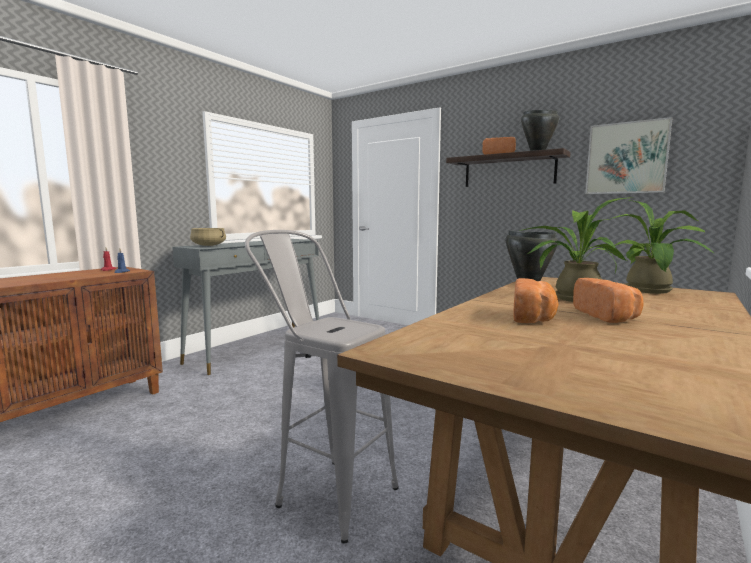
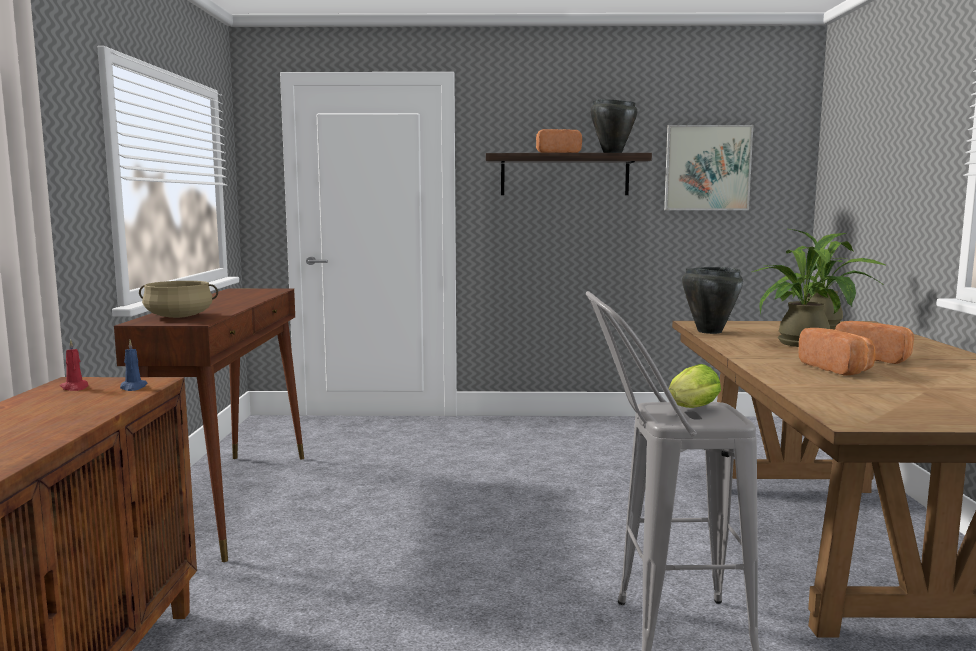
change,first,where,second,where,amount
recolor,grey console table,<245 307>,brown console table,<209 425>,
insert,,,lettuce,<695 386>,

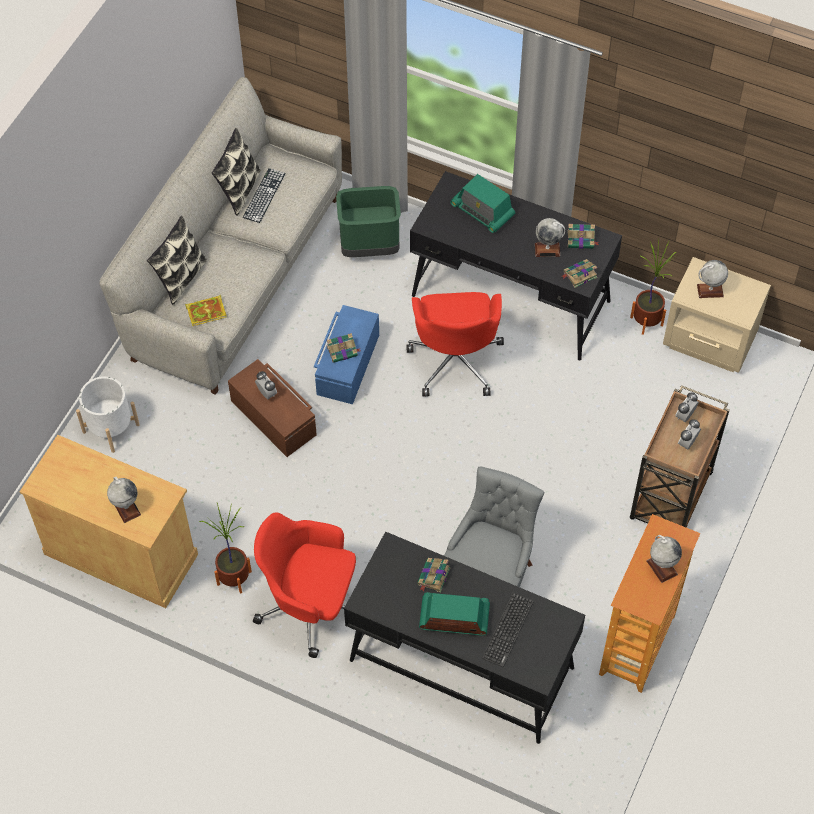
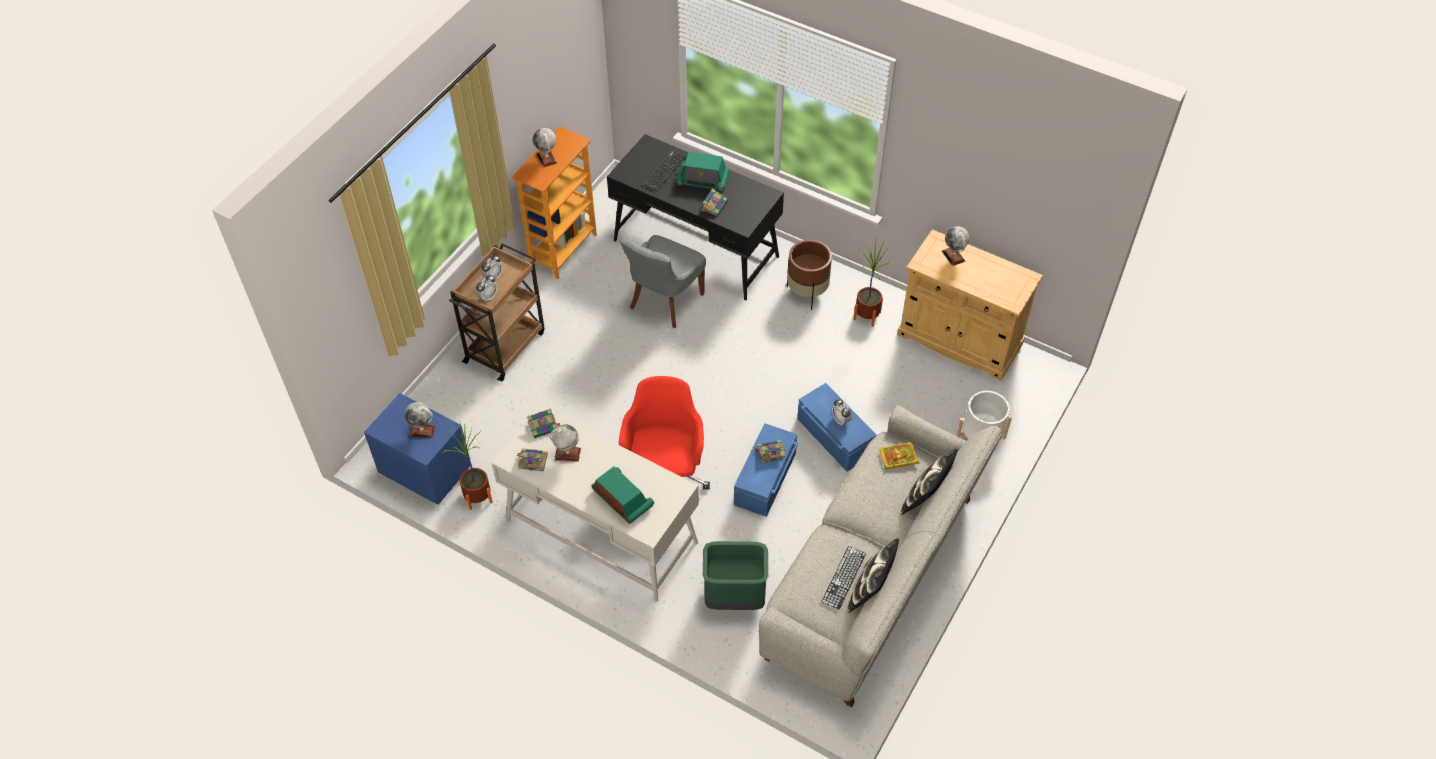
change,first,where,second,where,amount
recolor,brown storage box,<272 408>,blue storage box,<837 427>,
replace,red office chair,<304 585>,brown planter,<809 275>,
recolor,black desk,<516 266>,white desk,<595 503>,
recolor,beige nightstand,<717 315>,blue nightstand,<417 449>,

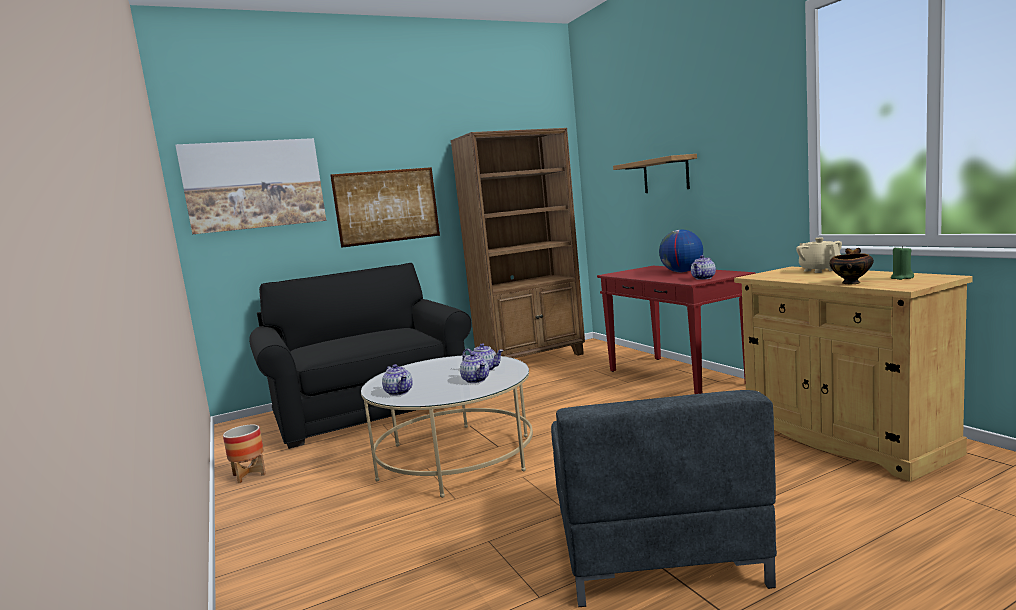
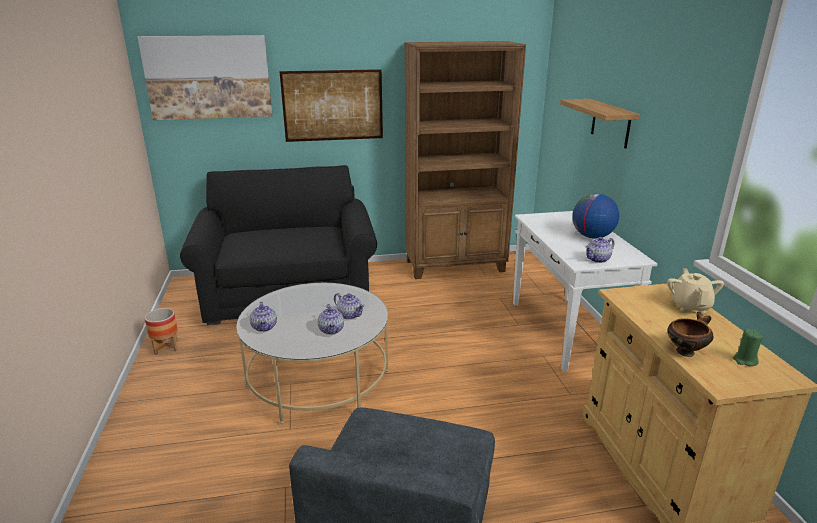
change,first,where,second,where,amount
recolor,red console table,<676 330>,white console table,<585 291>,

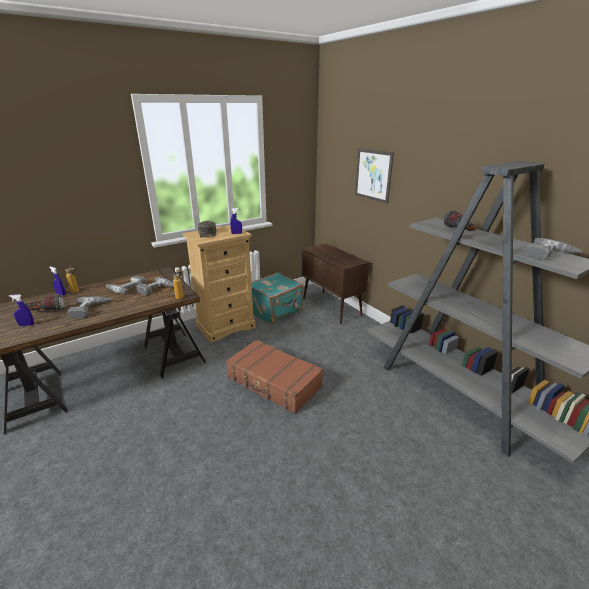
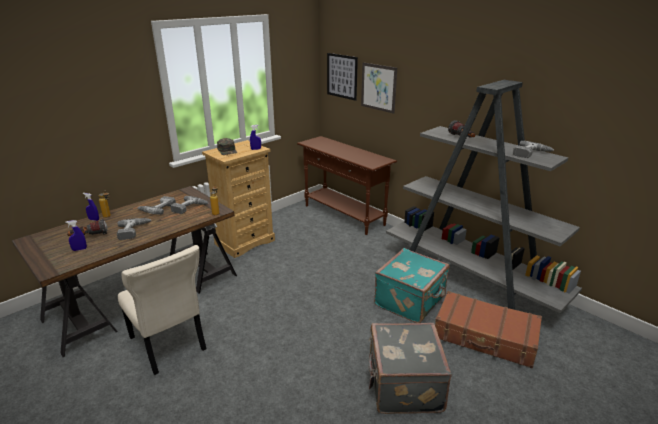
change,first,where,second,where,amount
move,brown suitcase,<274 376>,,<488 329>,
move,turquoise suitcase,<277 298>,,<411 285>,
replace,brown cabinet,<335 283>,brown console table,<347 185>,
insert,,,beige chair,<162 310>,
insert,,,picture,<342 77>,
insert,,,grey suitcase,<410 368>,

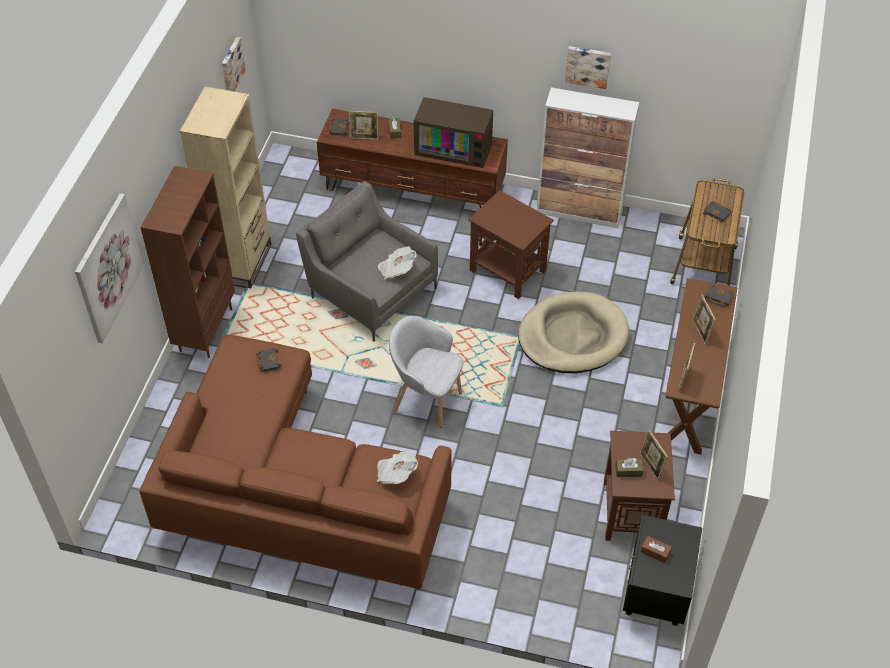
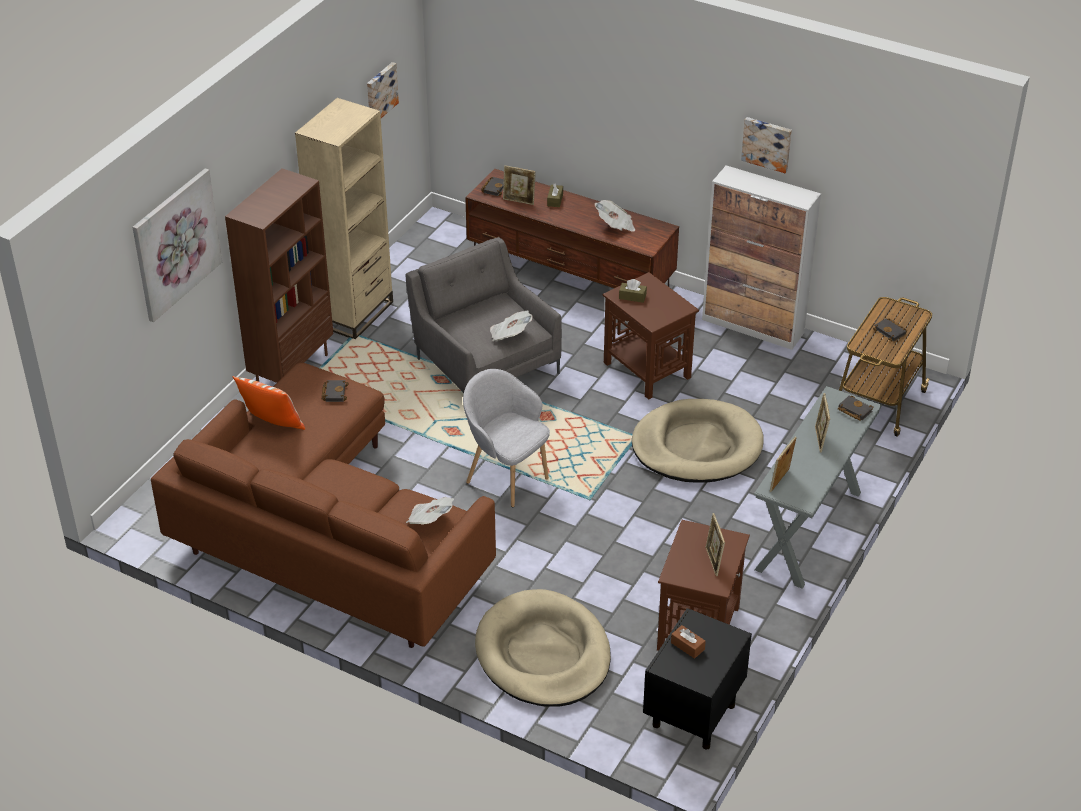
change,first,where,second,where,amount
replace,television,<453 132>,newspaper,<615 216>,
move,brown tissue box,<629 467>,,<633 291>,
recolor,brown console table,<701 366>,grey console table,<818 487>,
insert,,,pillow,<269 403>,
insert,,,beige dog bed,<543 648>,

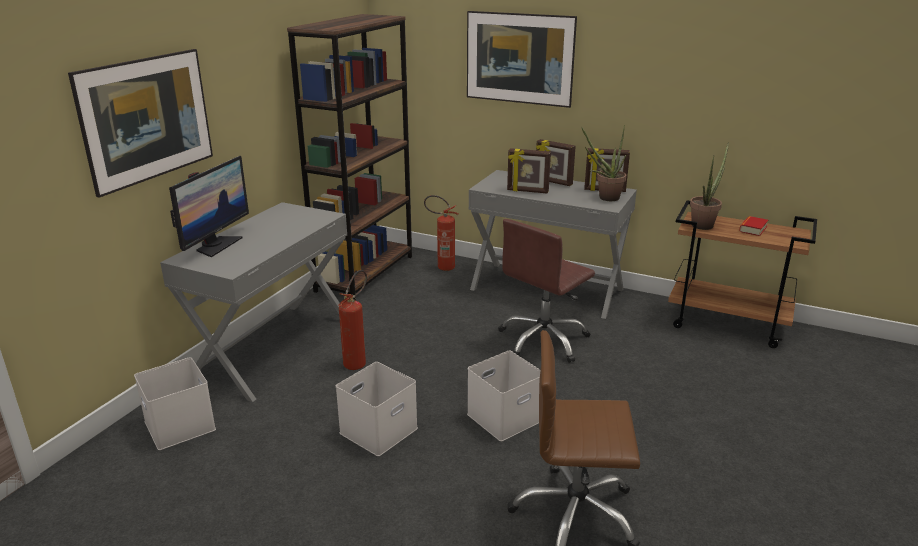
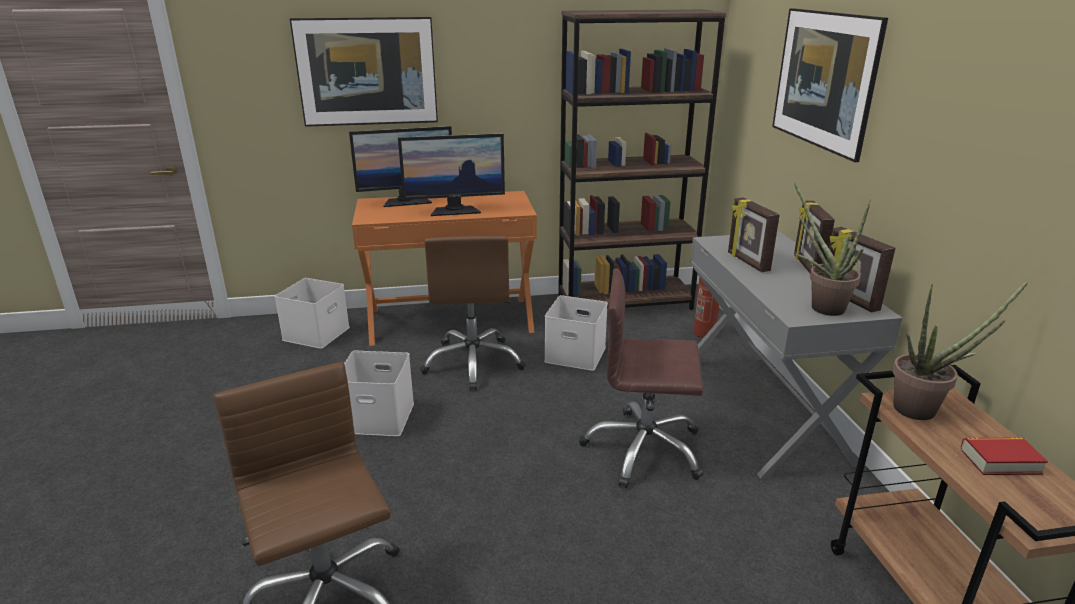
change,first,where,second,where,amount
recolor,grey desk,<253 302>,orange desk,<444 268>,
replace,fire extinguisher,<352 320>,brown office chair,<473 313>,
move,white storage box,<504 395>,,<576 333>,
insert,,,monitor,<451 175>,

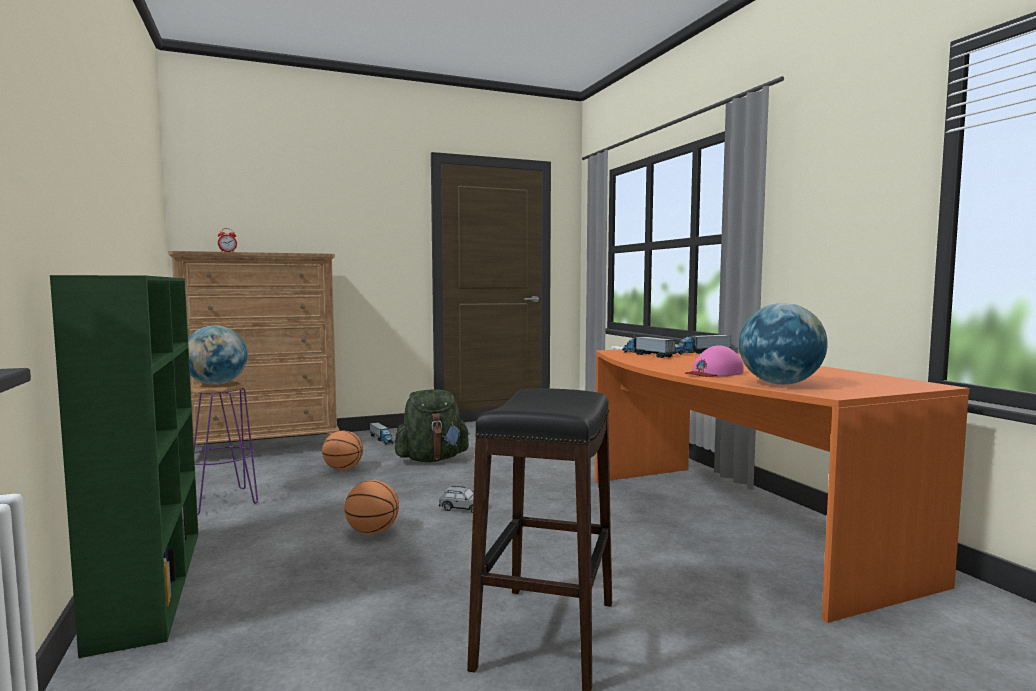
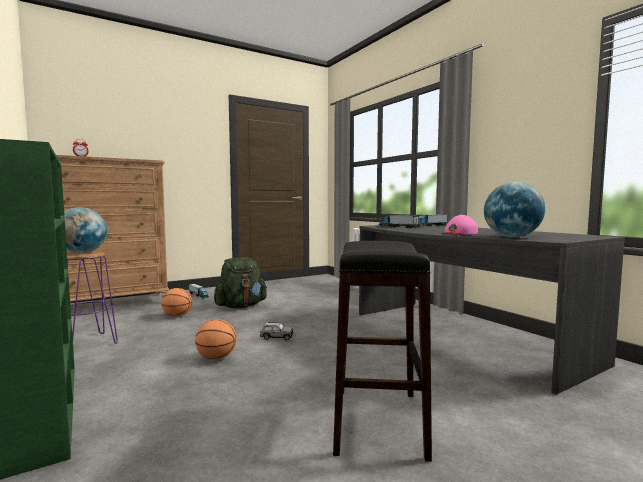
change,first,where,second,where,amount
recolor,orange desk,<782 486>,grey desk,<492 309>,

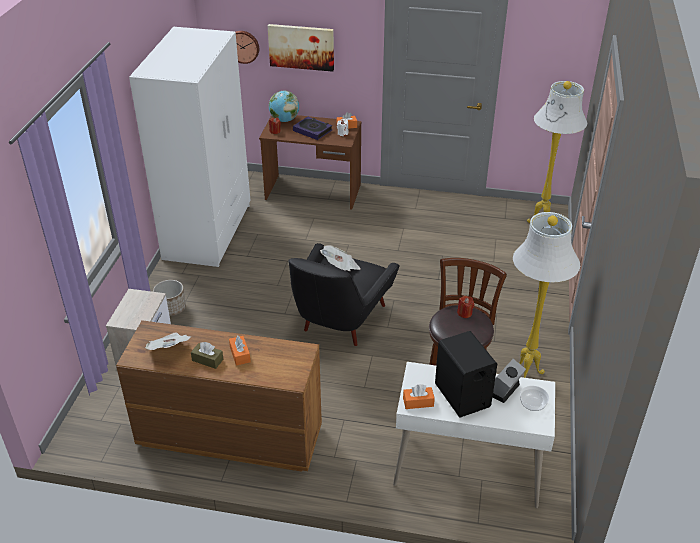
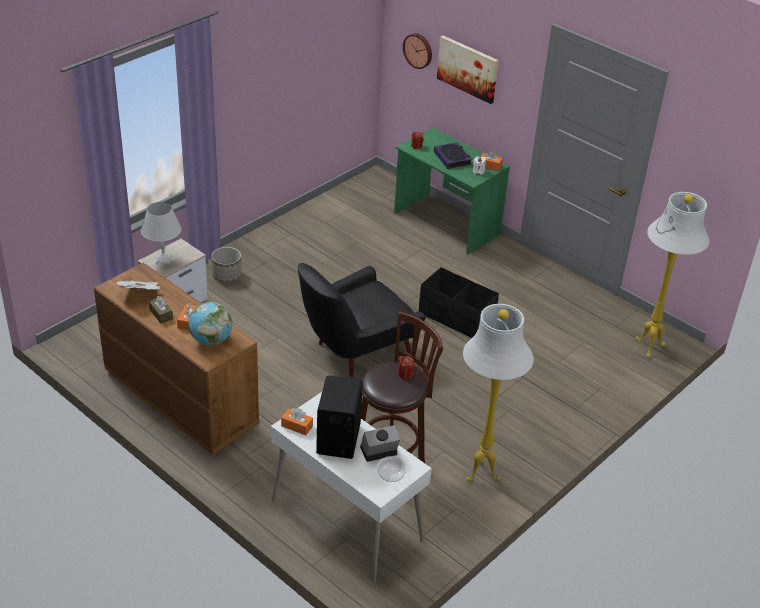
change,first,where,second,where,amount
delete,white wardrobe,<189 147>,,,
recolor,brown desk,<310 162>,green desk,<452 191>,
move,globe,<284 106>,,<210 323>,
delete,newspaper,<340 258>,,,
insert,,,white table lamp,<161 233>,
insert,,,black storage box,<459 302>,

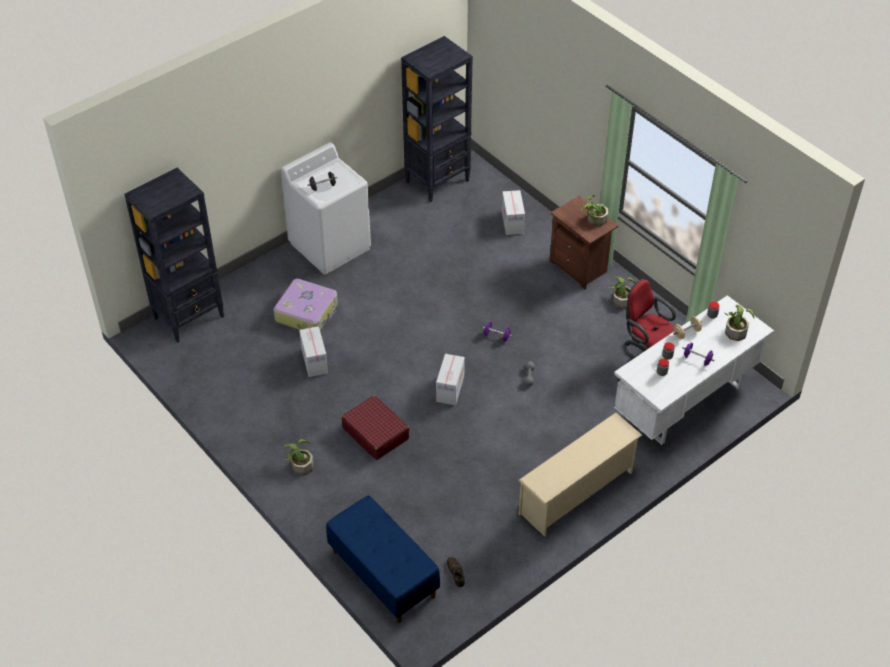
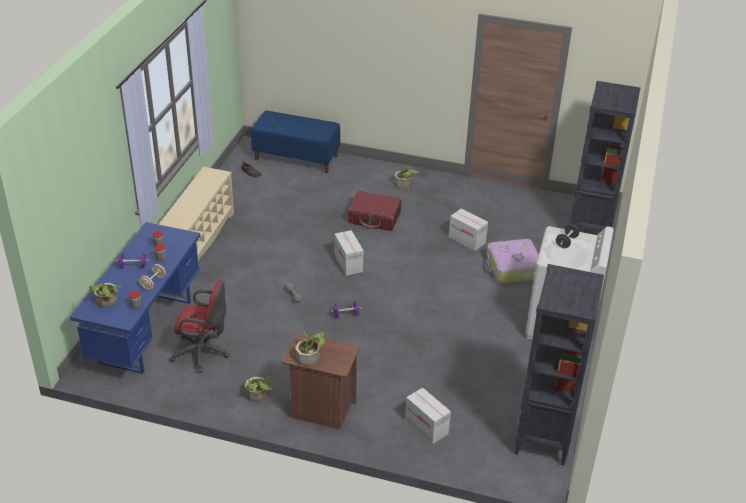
change,first,where,second,where,amount
recolor,white desk,<694 370>,blue desk,<135 298>,

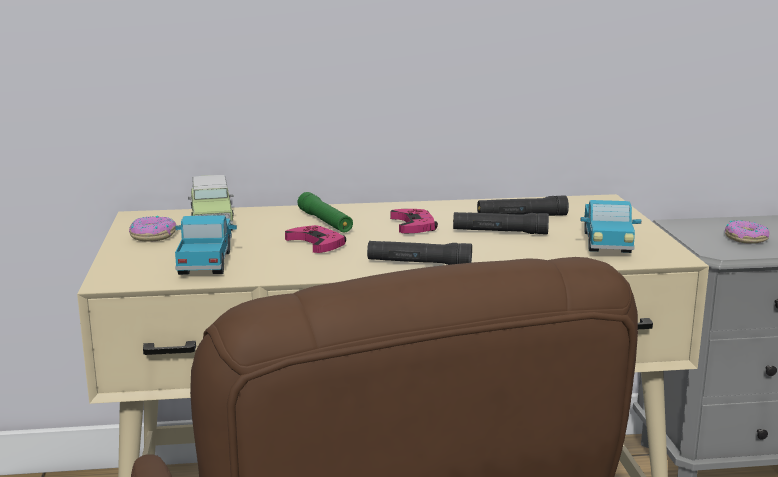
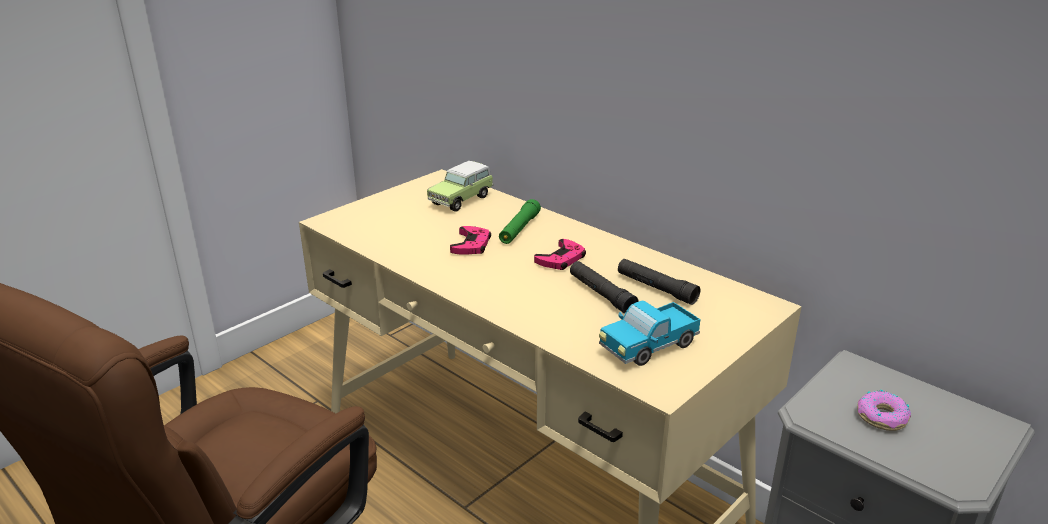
change,first,where,second,where,amount
delete,donut,<152 229>,,,
delete,toy truck,<206 245>,,,
delete,black flashlight,<419 253>,,,

